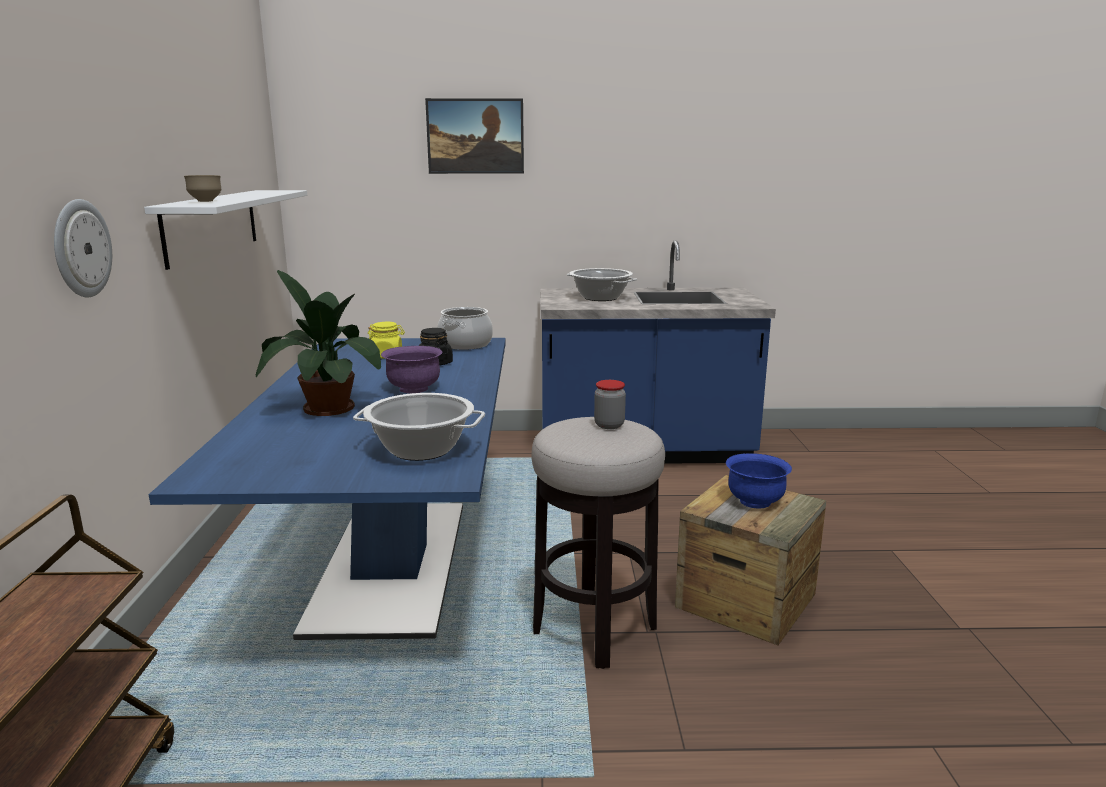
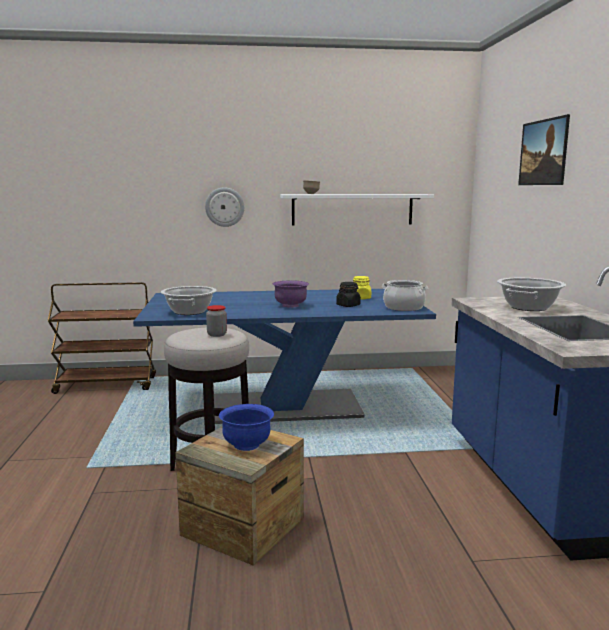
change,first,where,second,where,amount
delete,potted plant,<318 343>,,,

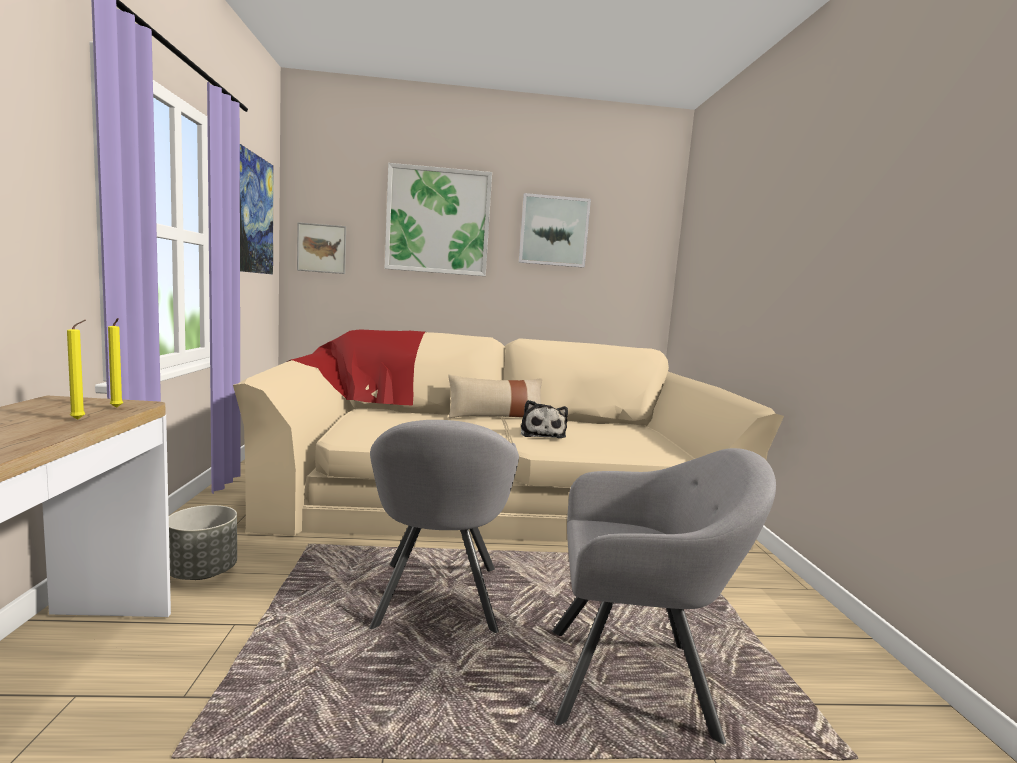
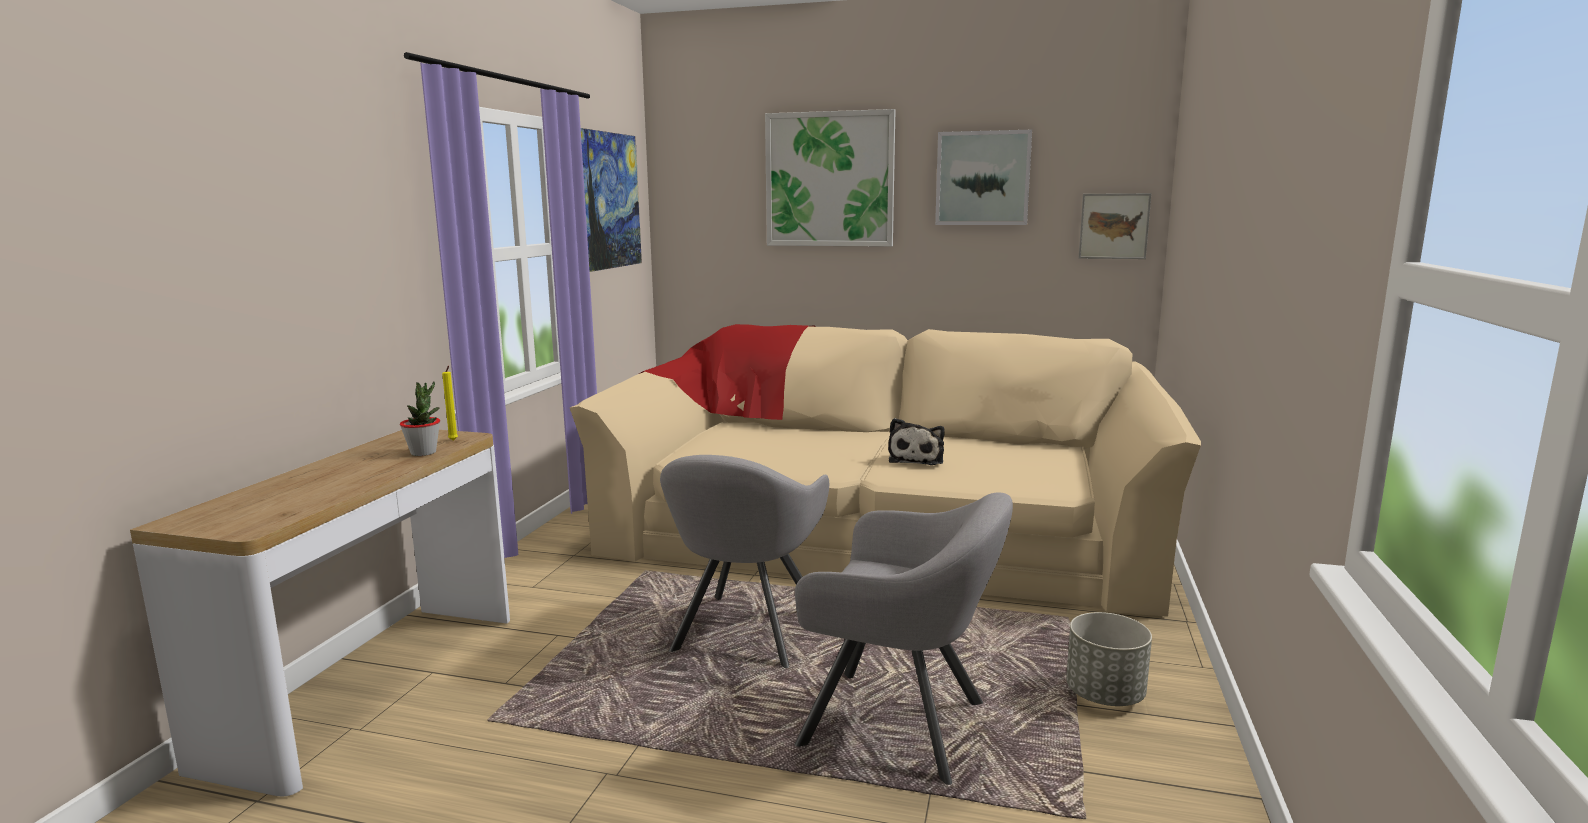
change,first,where,second,where,amount
replace,yellow candle,<76 370>,potted plant,<420 419>,
move,grey planter,<203 542>,,<1109 659>,
move,picture,<321 248>,,<1115 226>,
delete,beige pillow,<495 396>,,,

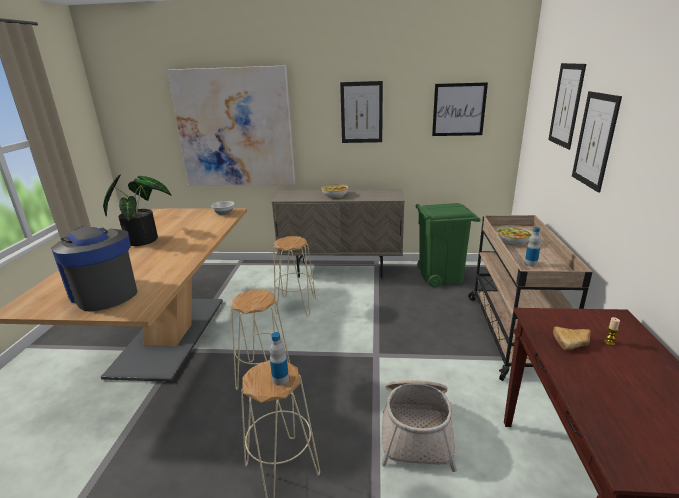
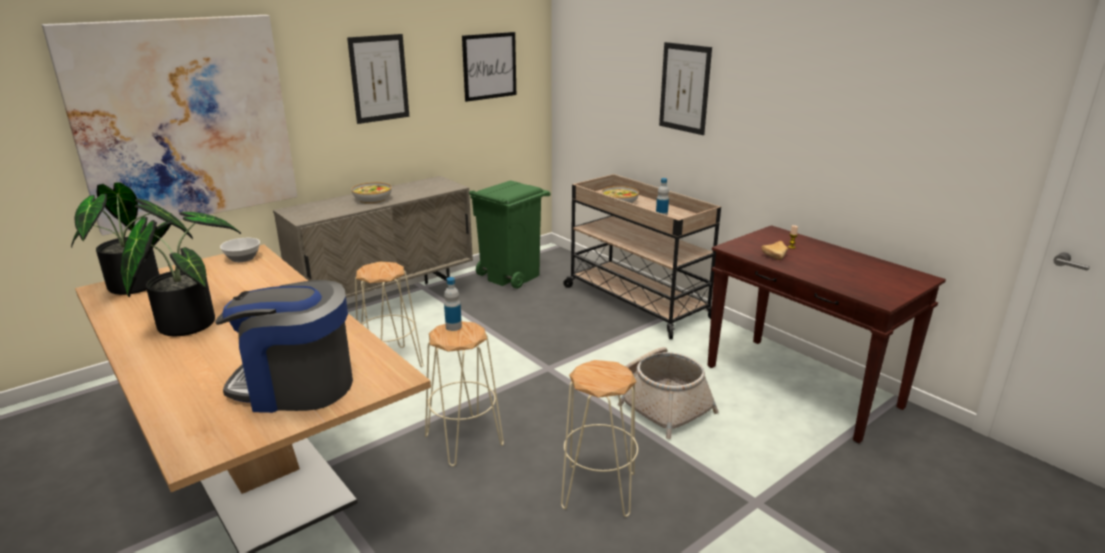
change,first,where,second,where,amount
move,bottle,<279 359>,,<453 304>,
delete,picture,<567 106>,,,
insert,,,potted plant,<132 238>,

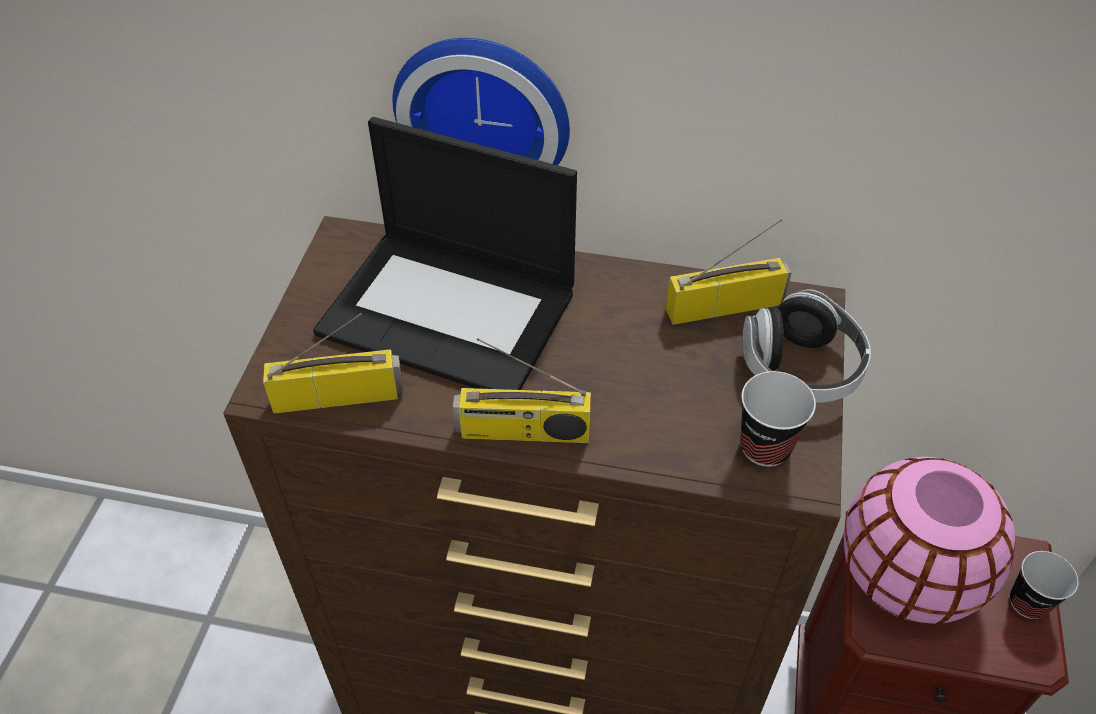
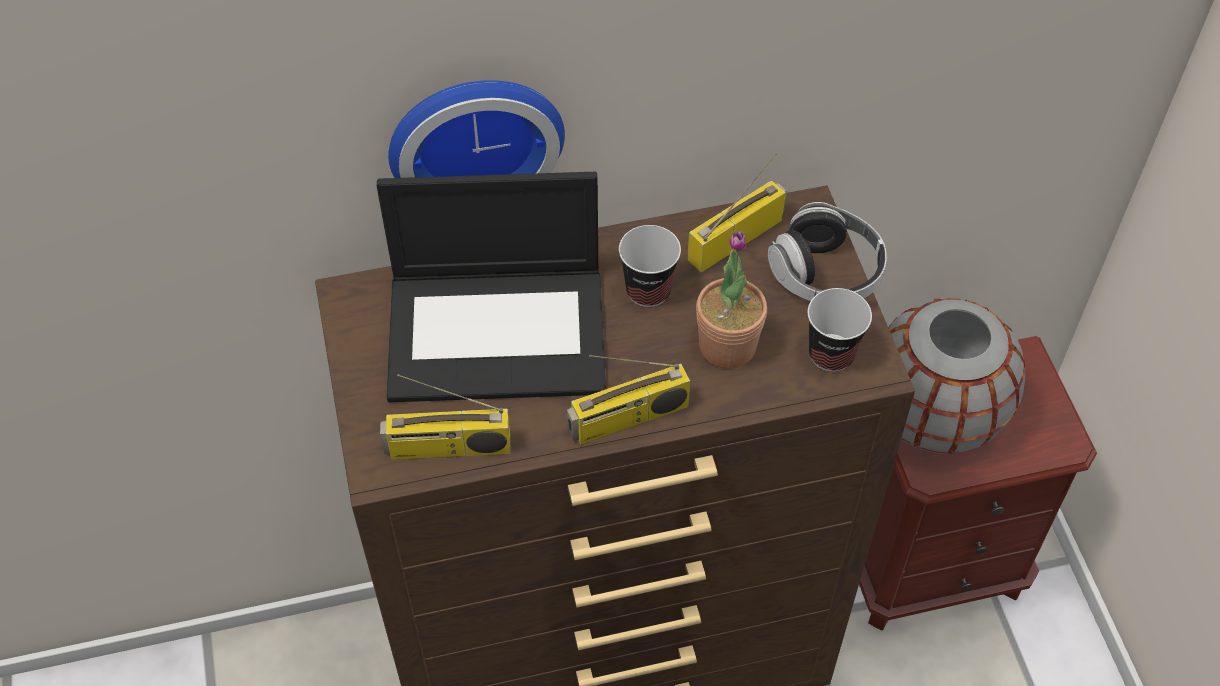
change,first,where,second,where,amount
rotate,radio,<333 363>,,<445 417>,150 degrees counterclockwise
recolor,pink vase,<929 540>,grey vase,<956 376>,
move,cup,<1044 585>,,<650 266>,
insert,,,potted plant,<731 300>,

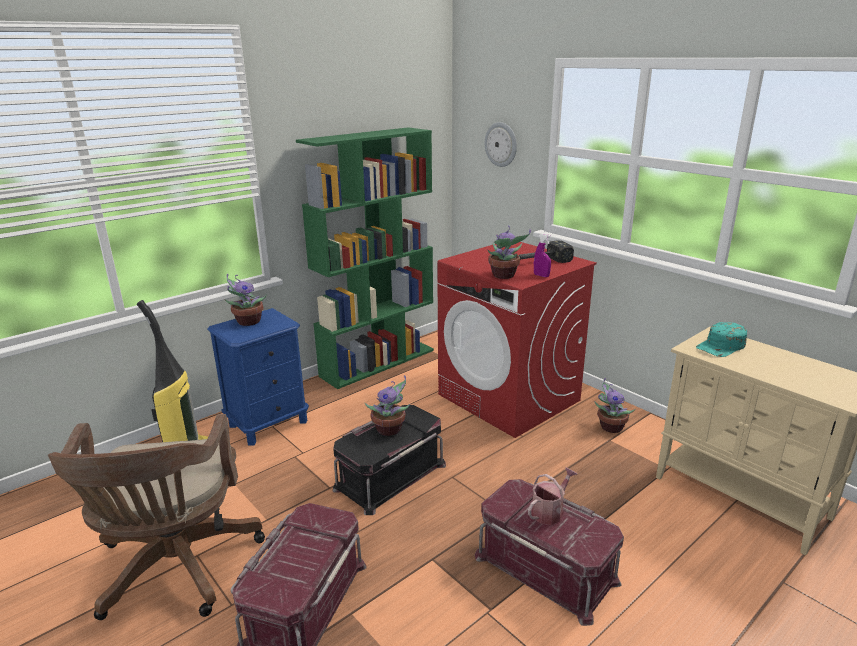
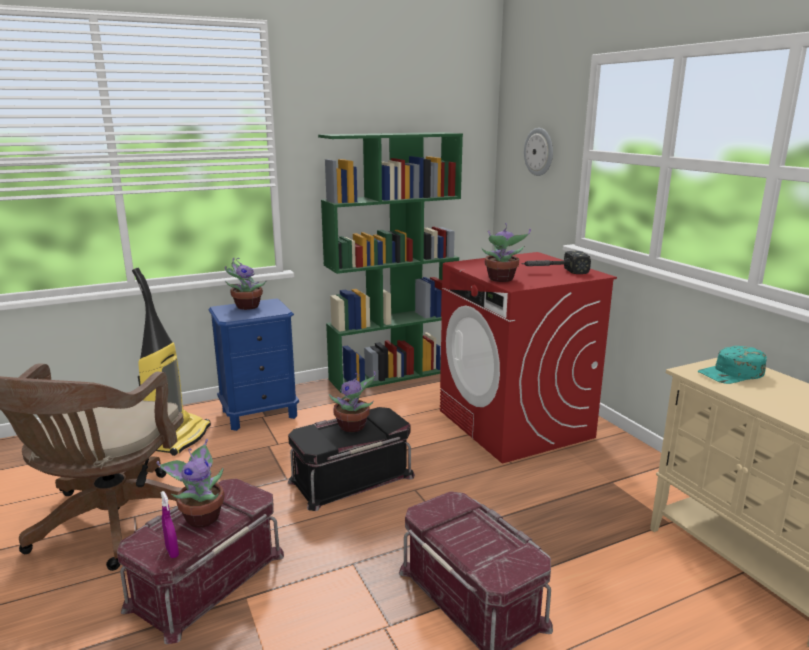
change,first,where,second,where,amount
delete,watering can,<552 496>,,,
move,purple spray bottle,<542 255>,,<169 524>,
move,potted plant,<614 405>,,<191 483>,

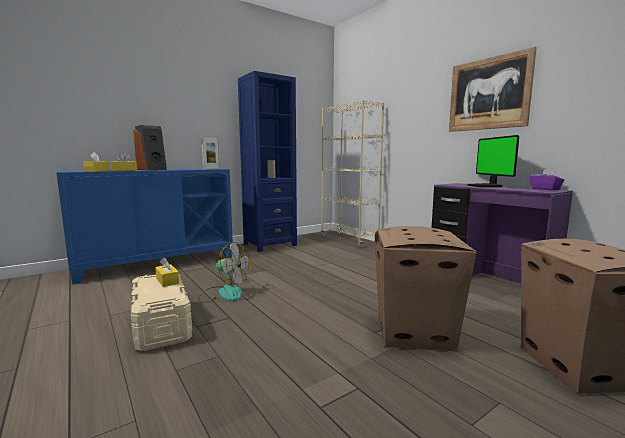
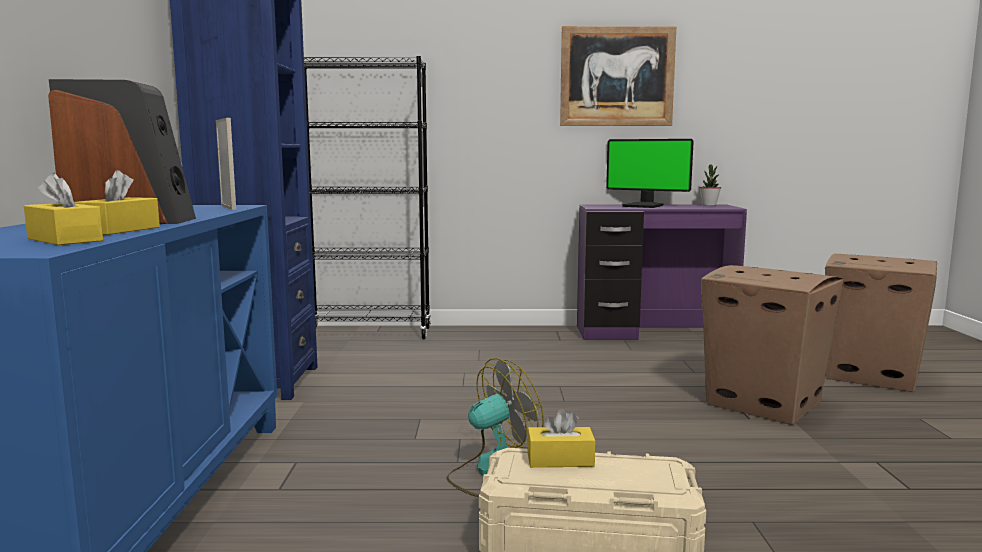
change,first,where,second,where,amount
recolor,beige bookcase,<352 173>,black bookcase,<367 198>,
replace,purple tissue box,<547 179>,potted plant,<710 185>,

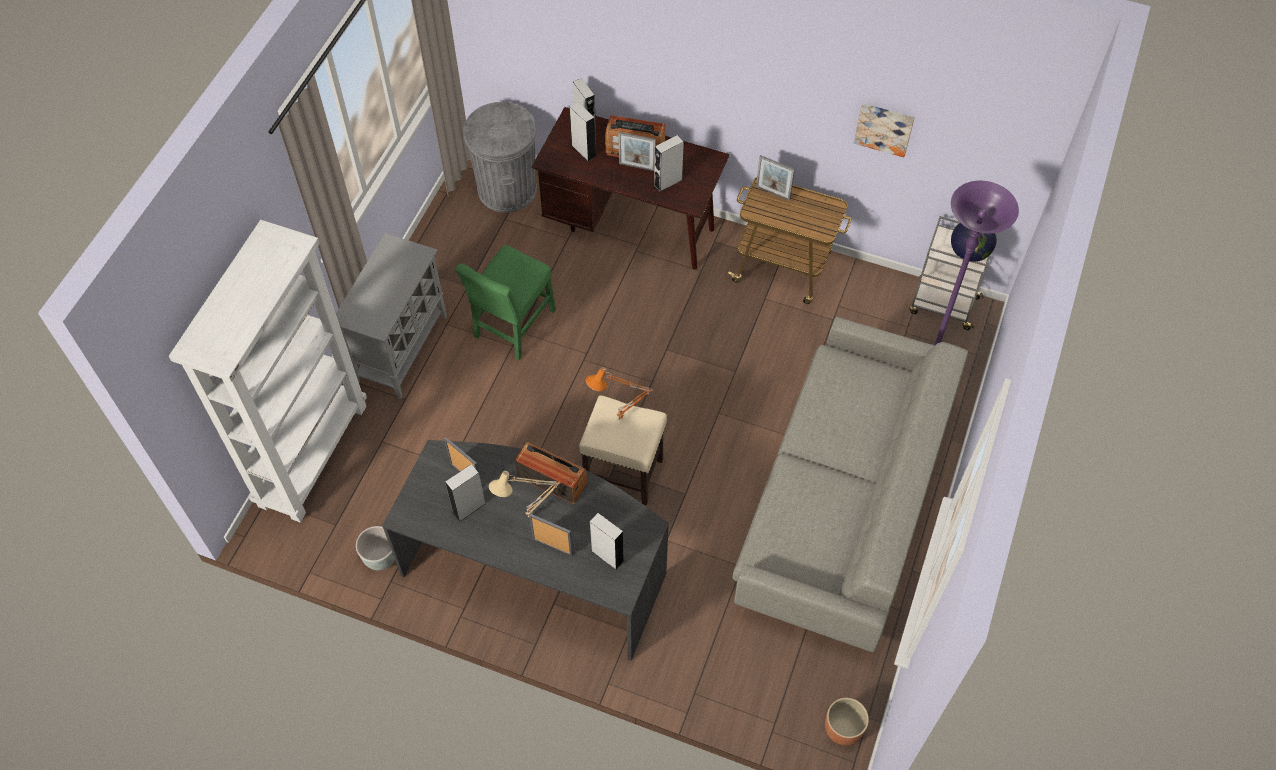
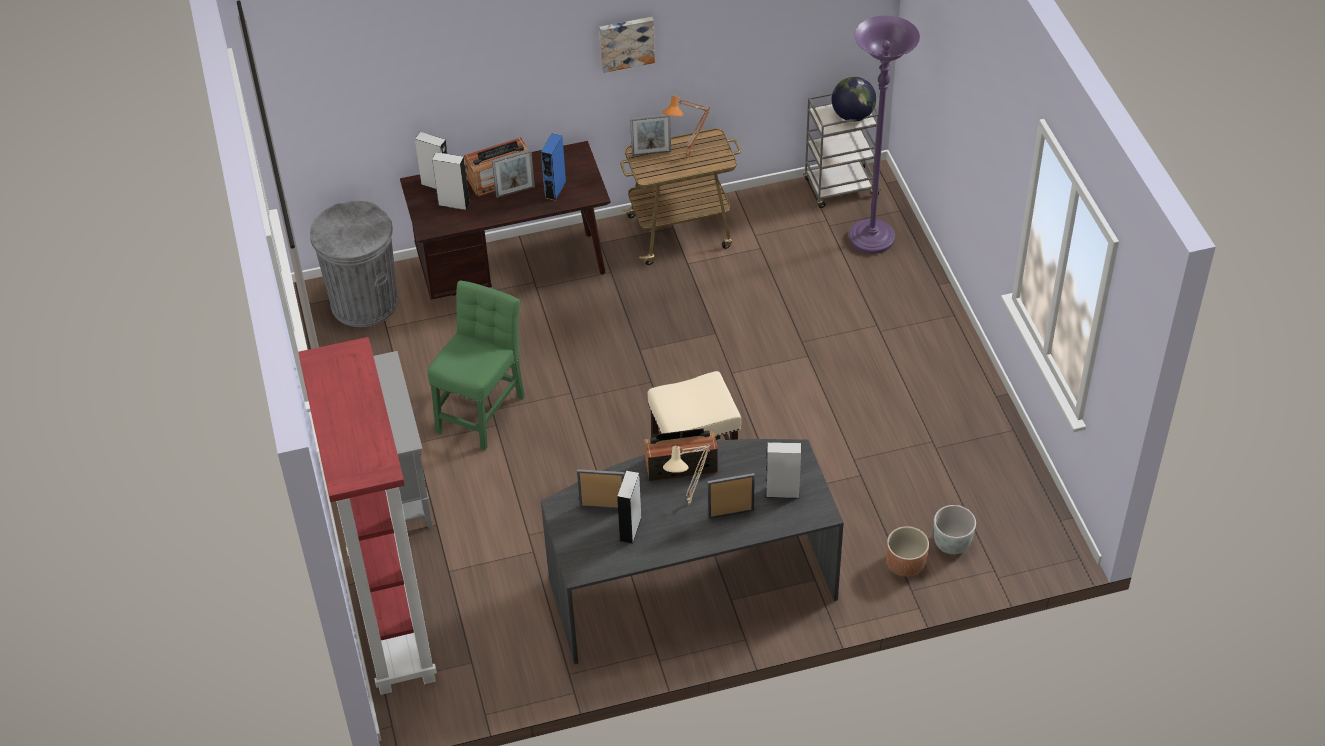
change,first,where,second,where,amount
recolor,white bookcase,<268 371>,red bookcase,<367 516>,
move,grey planter,<375 548>,,<955 529>,
rotate,green chair,<505 302>,,<476 365>,150 degrees counterclockwise
move,orange table lamp,<619 393>,,<686 126>,
recolor,grey speaker,<669 163>,blue speaker,<553 167>,
delete,grey sofa,<850 484>,,,
move,brown planter,<847 721>,,<907 551>,
move,picture,<884 130>,,<627 45>,

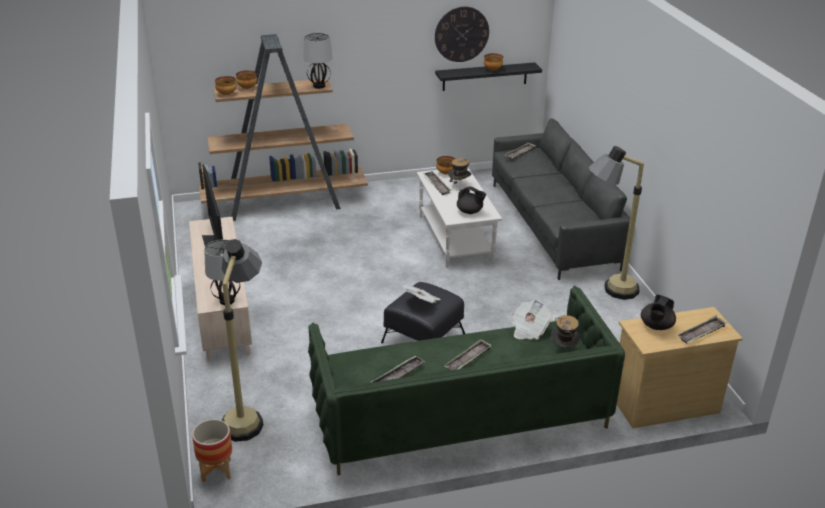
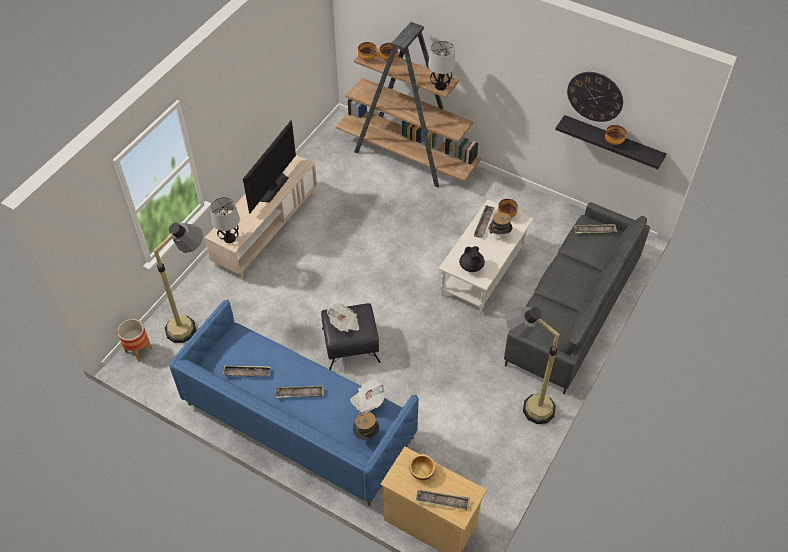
change,first,where,second,where,amount
recolor,green sofa,<466 380>,blue sofa,<294 403>,
replace,black teapot,<658 312>,bowl,<422 467>,

